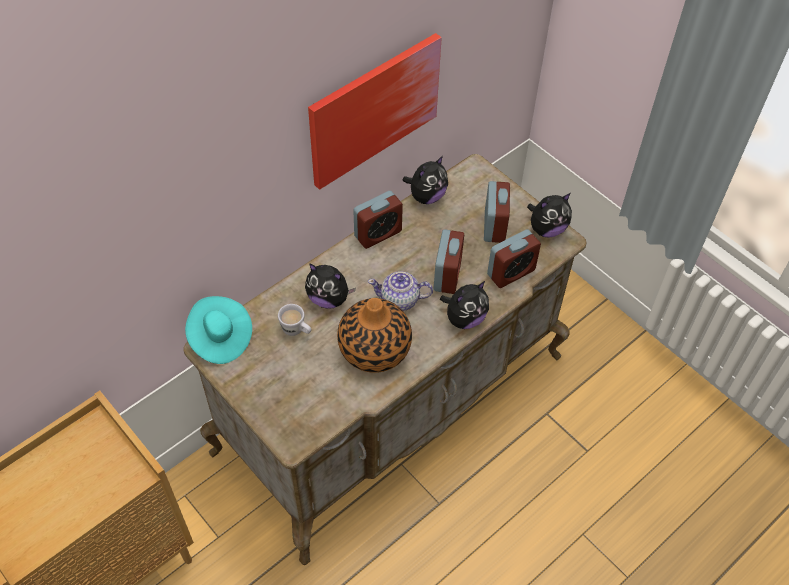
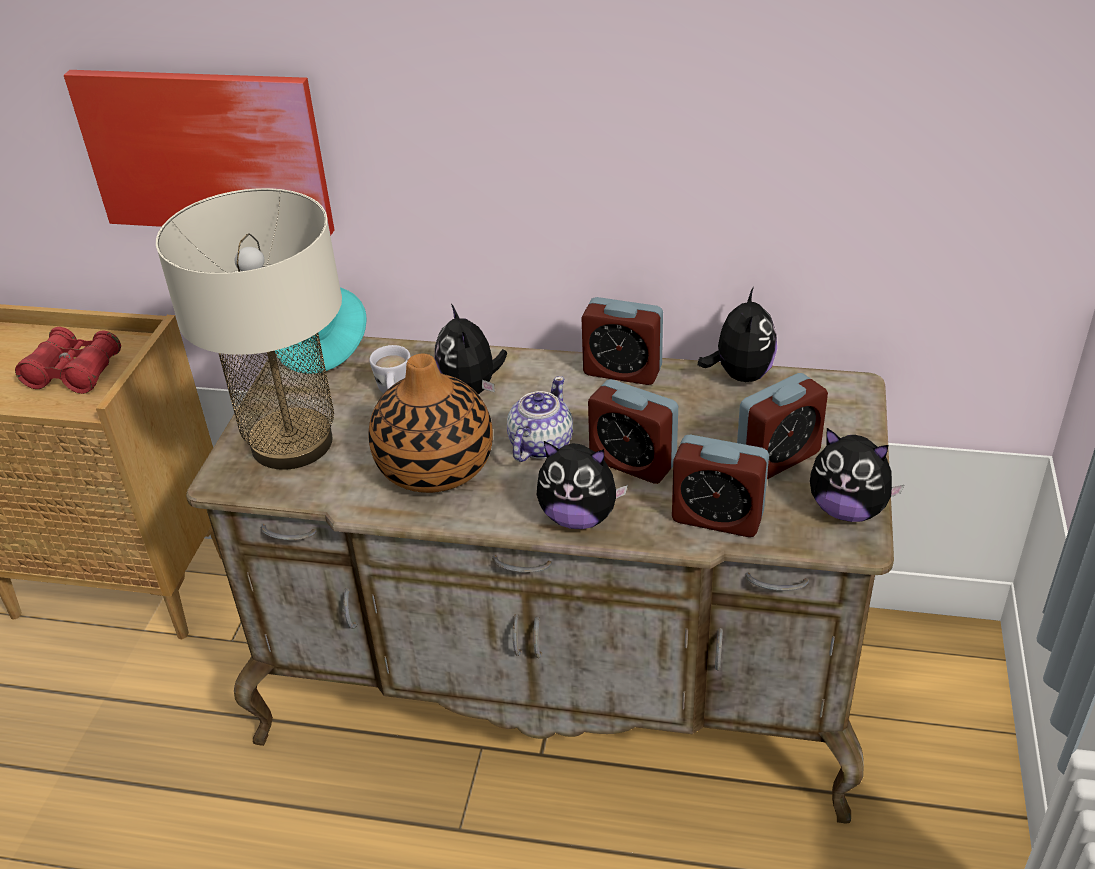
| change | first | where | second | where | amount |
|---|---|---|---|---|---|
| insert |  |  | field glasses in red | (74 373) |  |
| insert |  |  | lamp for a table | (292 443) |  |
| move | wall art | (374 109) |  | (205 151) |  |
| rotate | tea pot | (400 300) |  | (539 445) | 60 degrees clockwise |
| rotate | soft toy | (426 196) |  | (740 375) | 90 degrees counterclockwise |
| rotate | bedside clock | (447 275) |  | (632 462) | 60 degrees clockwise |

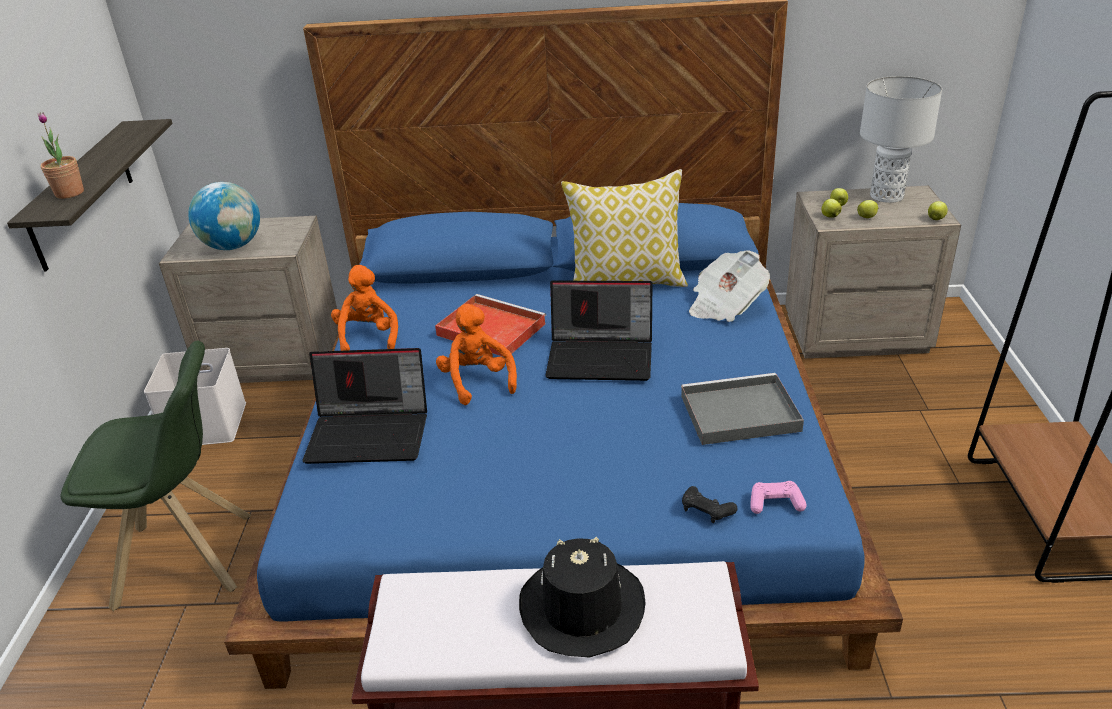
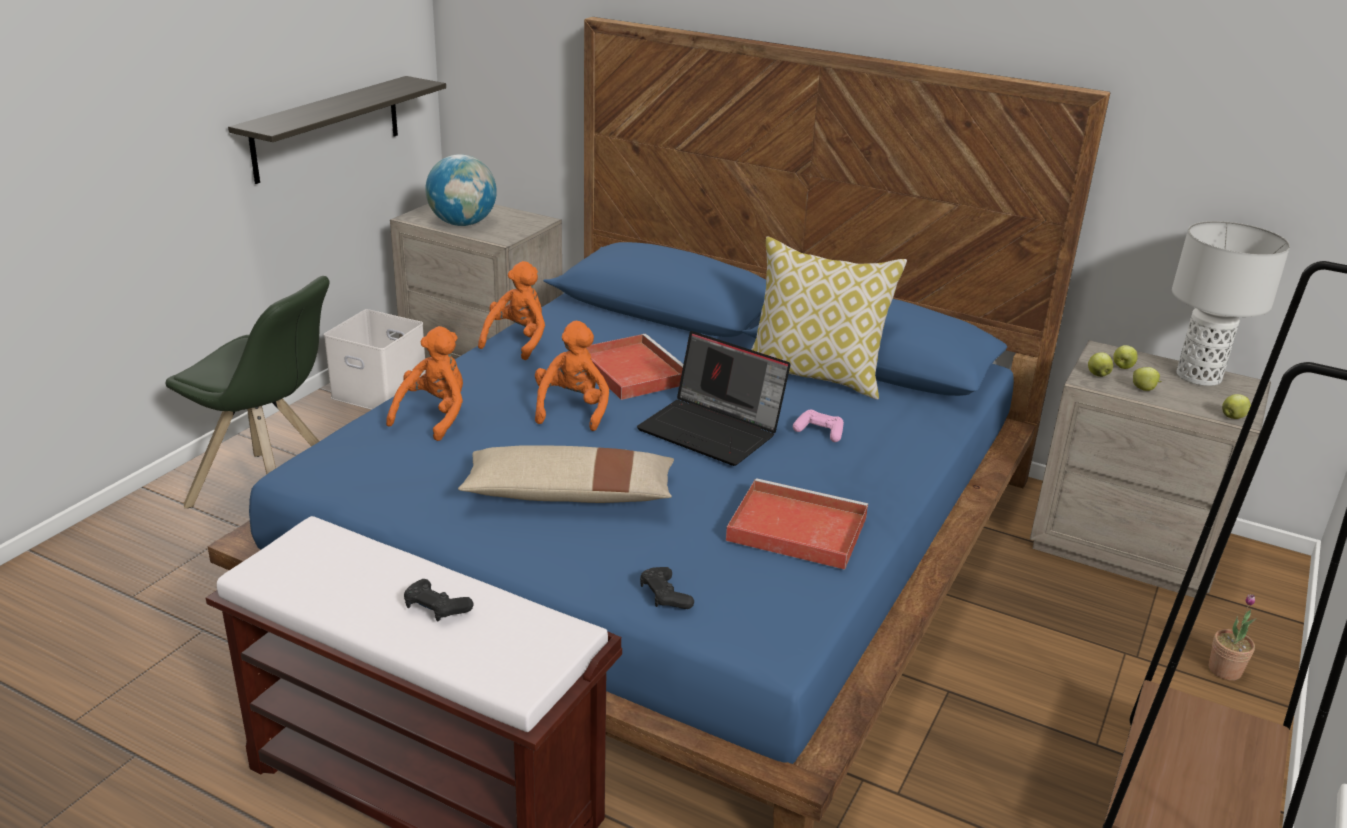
| change | first | where | second | where | amount |
|---|---|---|---|---|---|
| delete | newspaper | (725 305) |  |  |  |
| insert |  |  | pillow in beige | (569 495) |  |
| move | potted plant | (69 193) |  | (1224 670) |  |
| move | game controller in pinkish | (775 503) |  | (819 432) |  |
| replace | notebook computer | (371 433) | soft toy in orange-coloured | (434 416) |  |
| replace | clothing hat in blackish | (581 609) | game controller in blackish | (436 608) |  |
| recolor | serving tray in grey | (737 414) | serving tray in red | (794 528) |  |

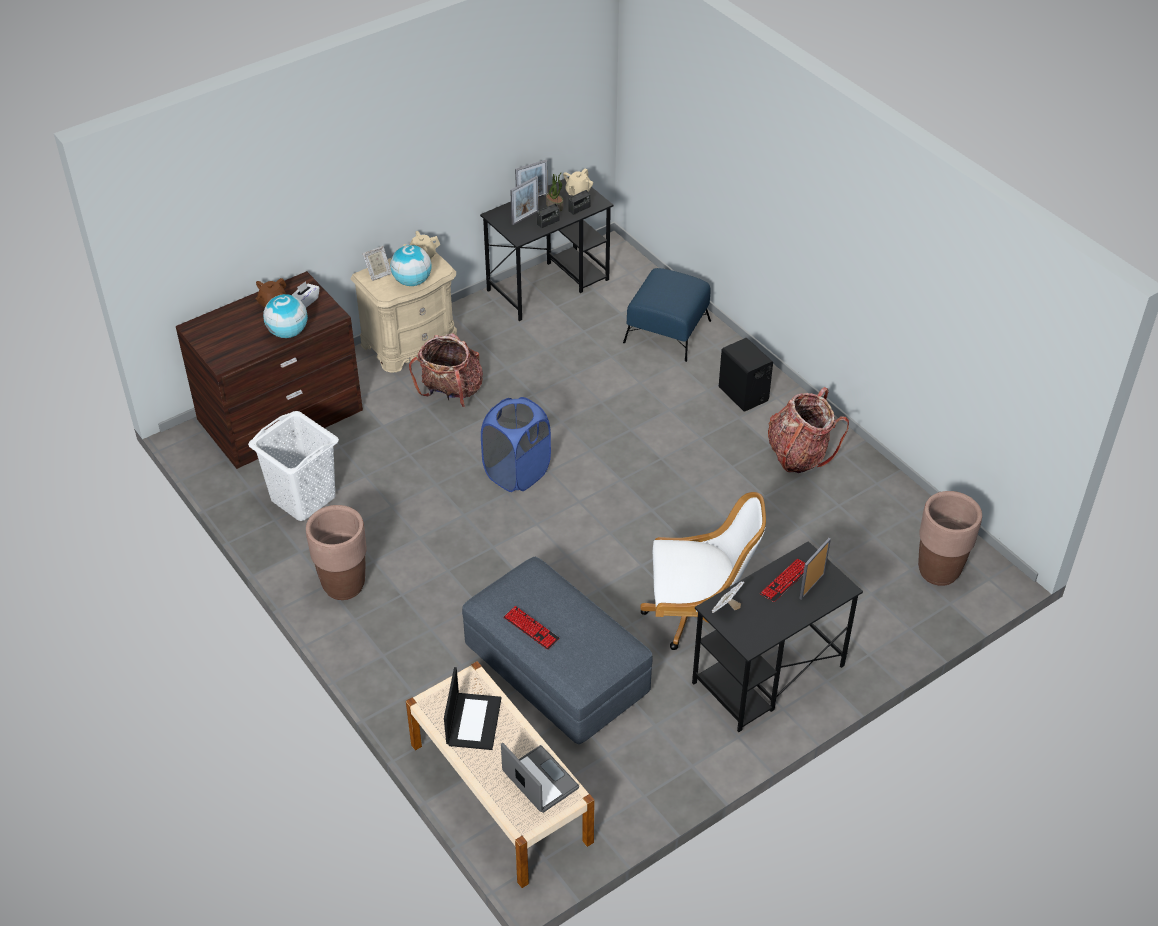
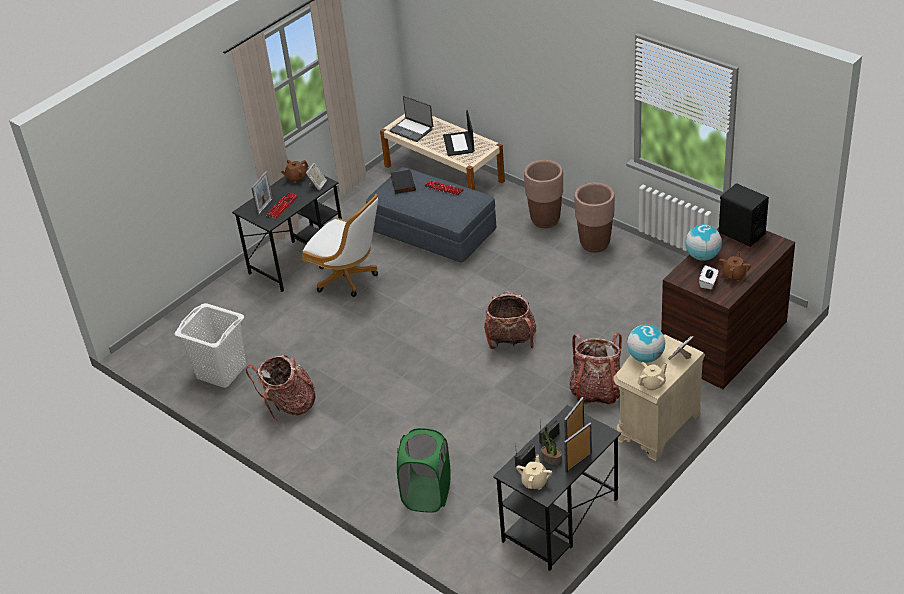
| change | first | where | second | where | amount |
|---|---|---|---|---|---|
| insert |  |  | tea pot in brownish | (296 178) |  |
| insert |  |  | bound book in blackish | (402 183) |  |
| move | hamper in white-coloured | (303 498) |  | (221 372) |  |
| move | loudspeaker in blackish | (743 394) |  | (741 233) |  |
| move | planter in brownish | (938 571) |  | (545 220) |  |
| replace | hamper in blue | (517 472) | backpack | (511 340) |  |
| replace | pouffe in blue | (666 332) | hamper in greenish | (427 495) |  |
| rotate | desk chair in white-coloured | (696 615) |  | (350 280) | 135 degrees counterclockwise |

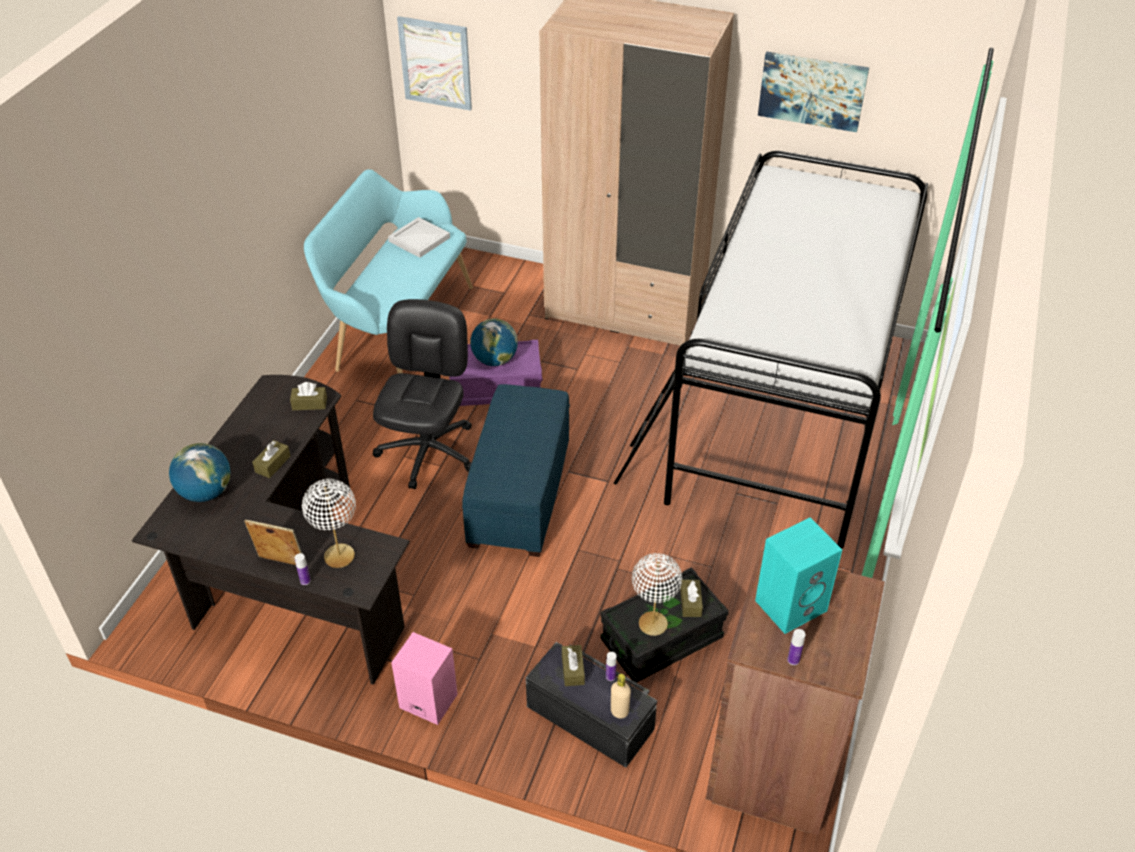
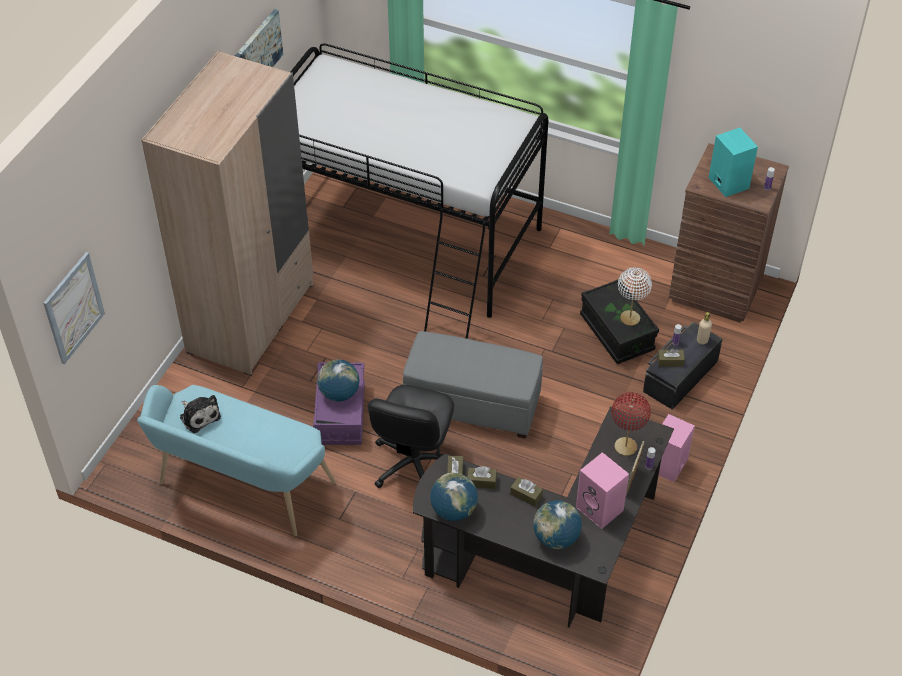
| change | first | where | second | where | amount |
|---|---|---|---|---|---|
| insert |  |  | globe | (453 510) |  |
| insert |  |  | loudspeaker in pinkish | (601 509) |  |
| move | box of tissues in brownish | (690 602) |  | (481 481) |  |
| replace | serving tray in white-coloured | (420 239) | soft toy | (199 416) |  |
| recolor | lamp for a table in white-coloured | (339 556) | lamp for a table in red | (625 447) |  |
| recolor | pouffe in blue | (519 495) | pouffe in grey | (472 404) |  |
| rotate | desk chair in blackish | (428 451) |  | (414 464) | 90 degrees counterclockwise |

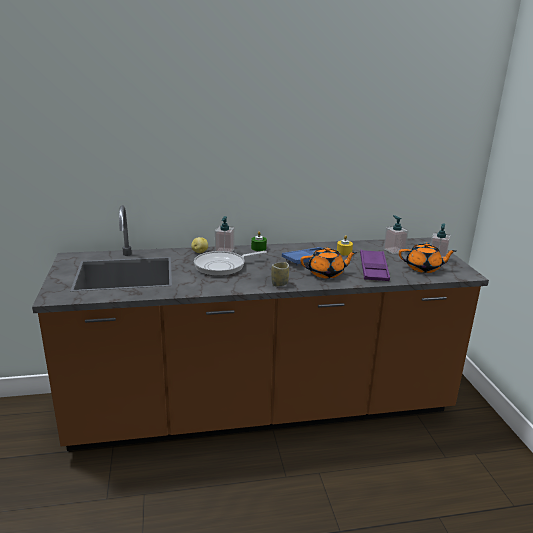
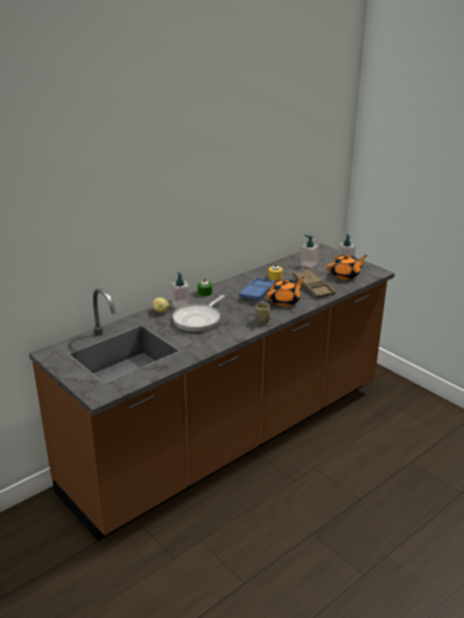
| change | first | where | second | where | amount |
|---|---|---|---|---|---|
| recolor | serving tray in purple-coloured | (373 269) | serving tray in brownish | (313 287) |  |

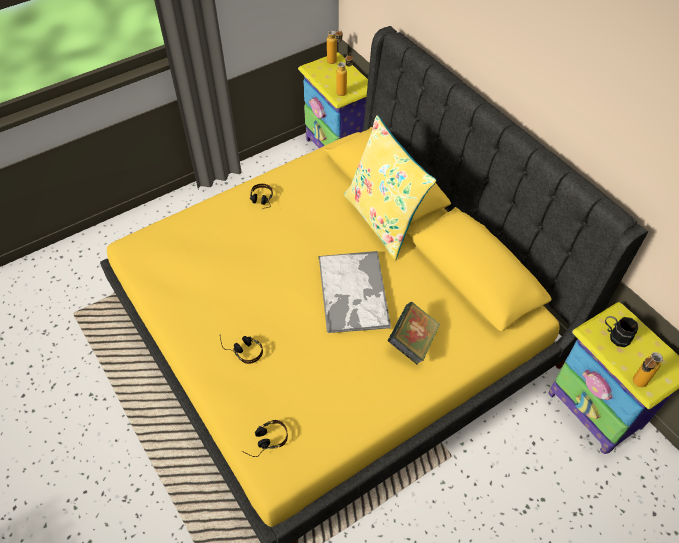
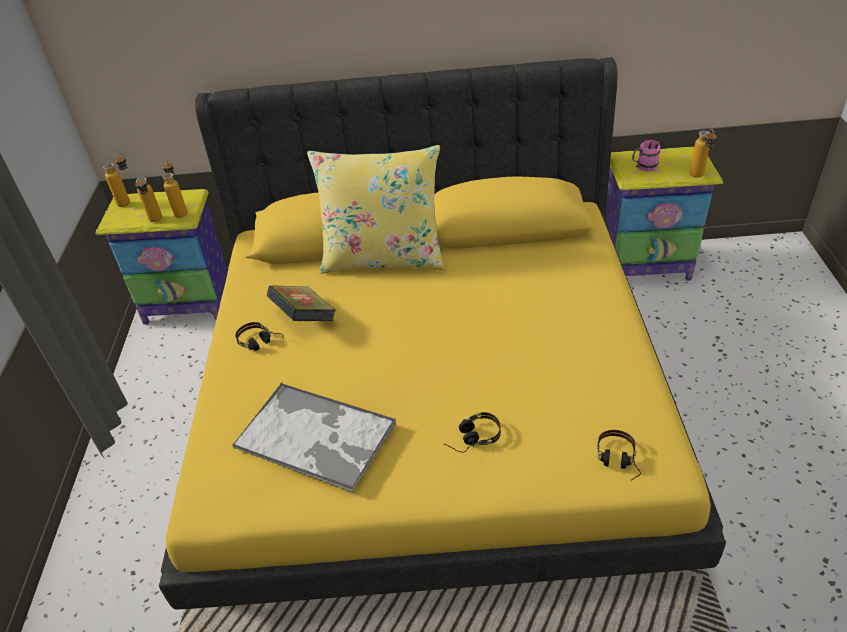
| change | first | where | second | where | amount |
|---|---|---|---|---|---|
| insert |  |  | beverage bottle | (156 221) |  |
| move | serving tray | (353 293) |  | (316 436) |  |
| move | bound book | (412 342) |  | (304 319) |  |
| recolor | tea mug in blackish | (615 336) | tea mug in pinkish | (643 167) |  |

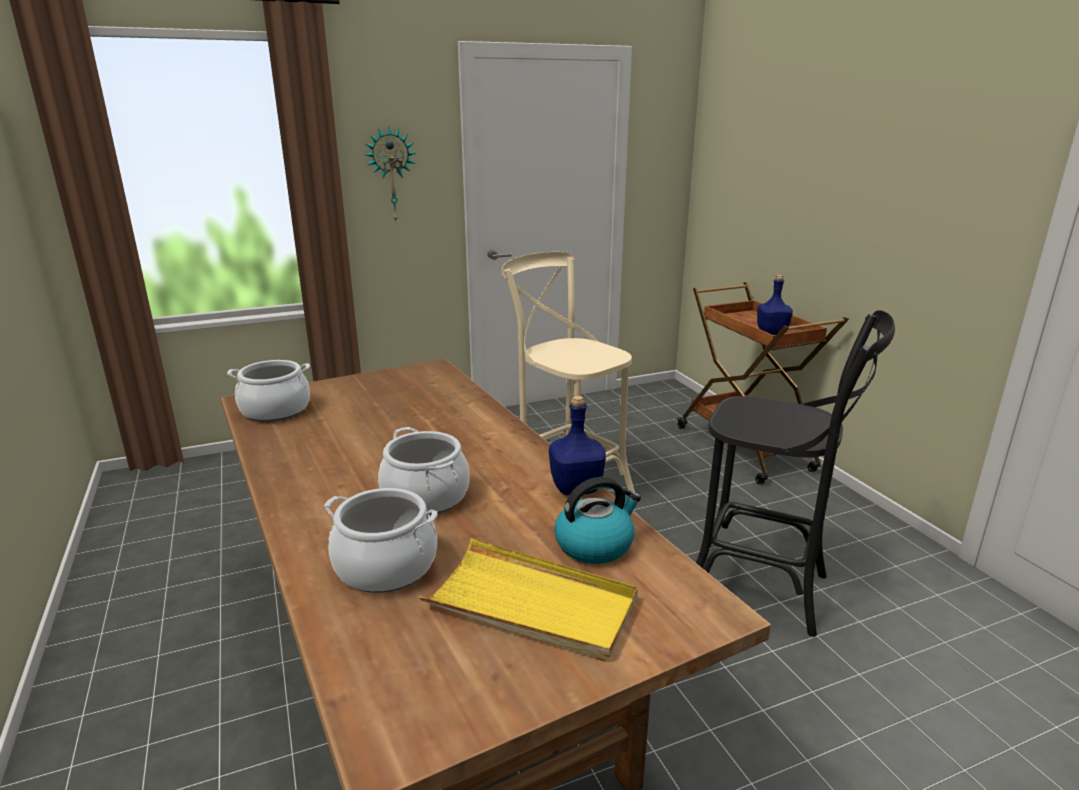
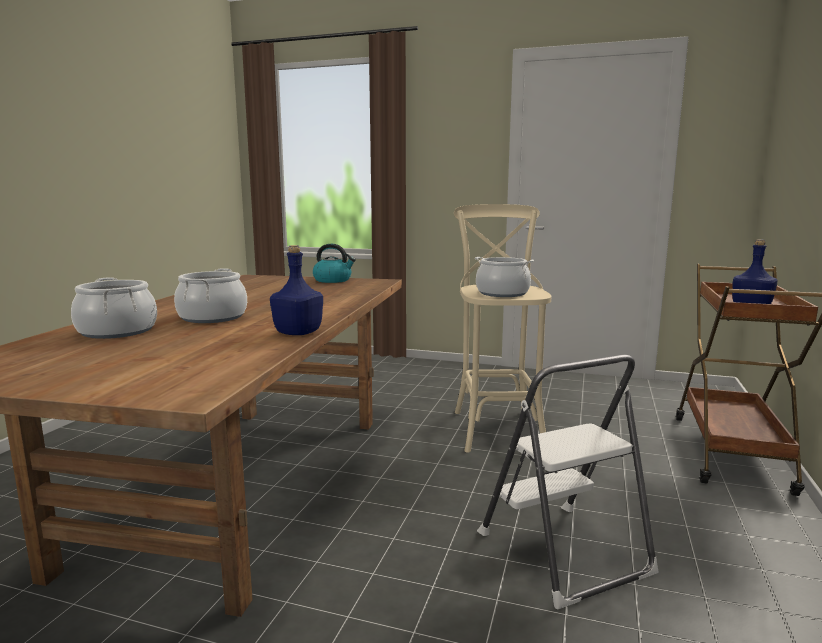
| change | first | where | second | where | amount |
|---|---|---|---|---|---|
| delete | clock on the wall | (391 175) |  |  |  |
| delete | serving tray in yellow-coloured | (532 604) |  |  |  |
| move | stockpot | (275 410) |  | (502 293) |  |
| move | kettle | (595 544) |  | (333 280) |  |
| replace | stool seat in blackish | (763 589) | step stool in white-coloured | (566 555) |  |

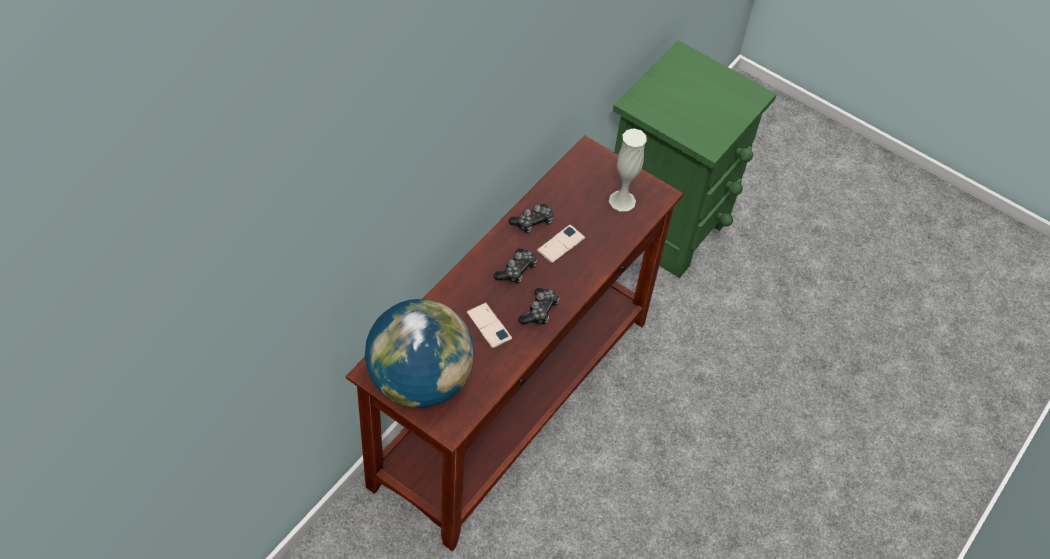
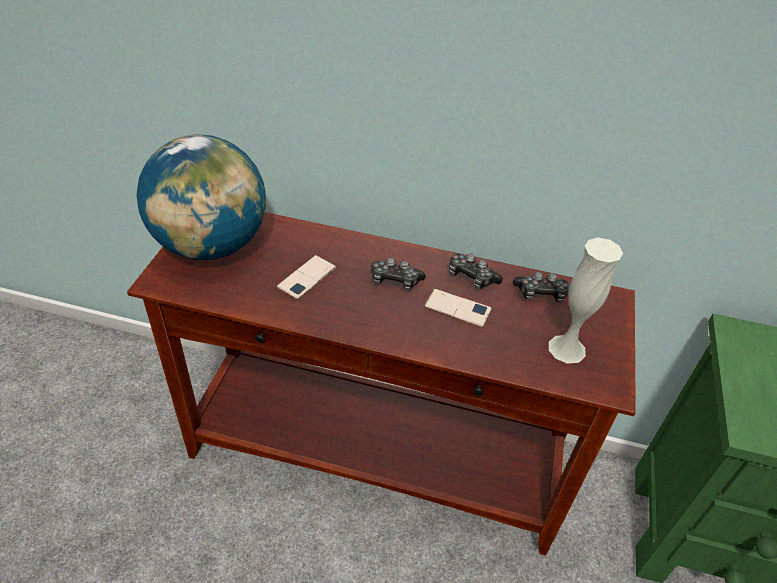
| change | first | where | second | where | amount |
|---|---|---|---|---|---|
| move | game controller | (539 311) |  | (541 294) |  |

